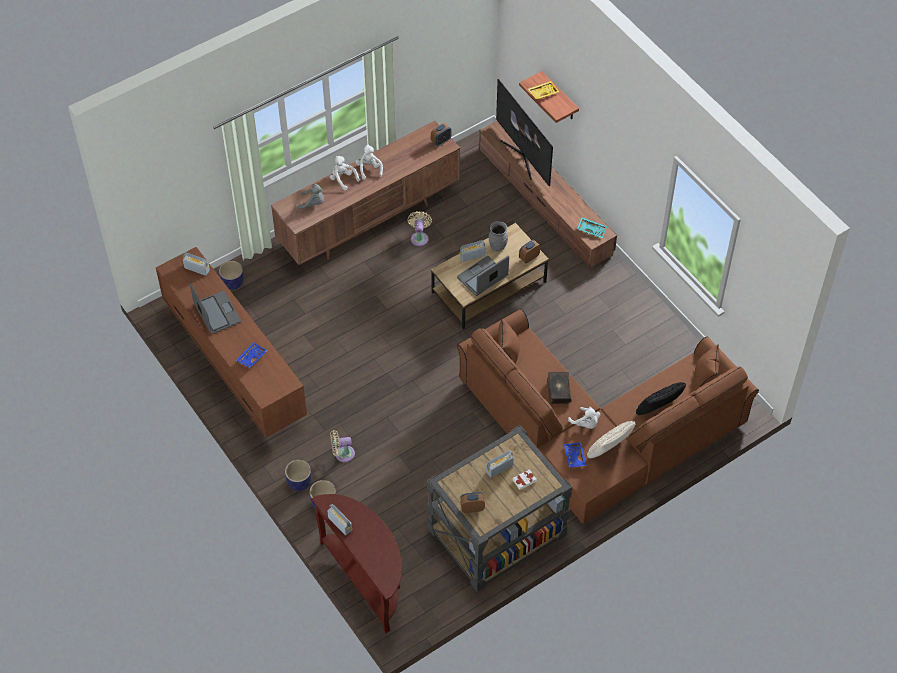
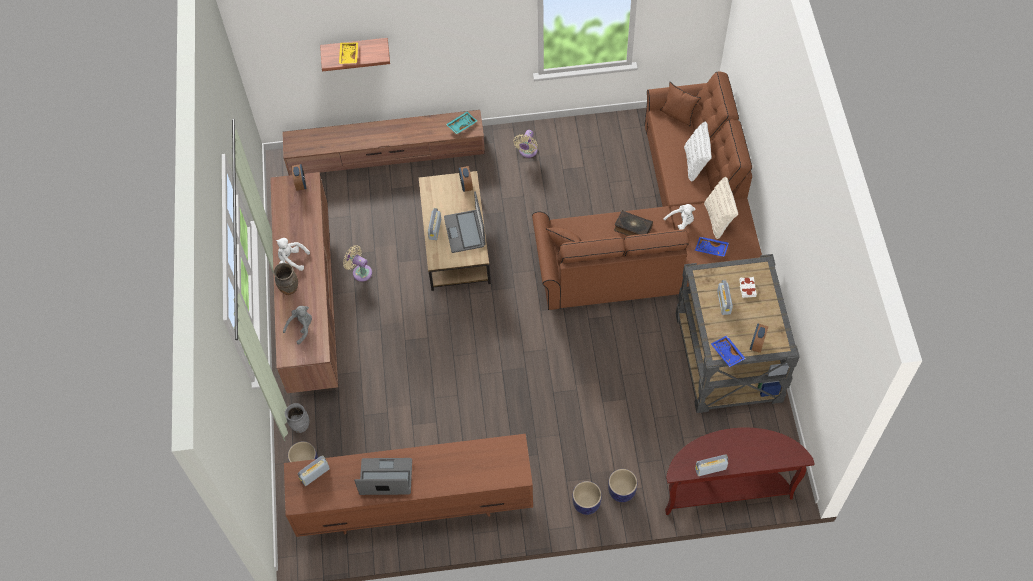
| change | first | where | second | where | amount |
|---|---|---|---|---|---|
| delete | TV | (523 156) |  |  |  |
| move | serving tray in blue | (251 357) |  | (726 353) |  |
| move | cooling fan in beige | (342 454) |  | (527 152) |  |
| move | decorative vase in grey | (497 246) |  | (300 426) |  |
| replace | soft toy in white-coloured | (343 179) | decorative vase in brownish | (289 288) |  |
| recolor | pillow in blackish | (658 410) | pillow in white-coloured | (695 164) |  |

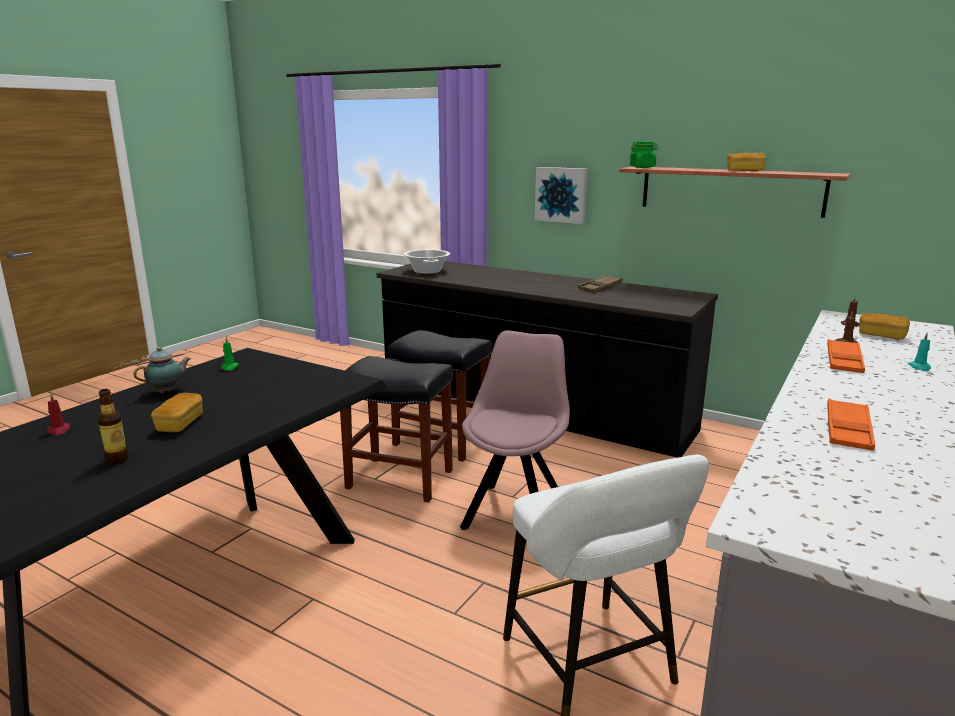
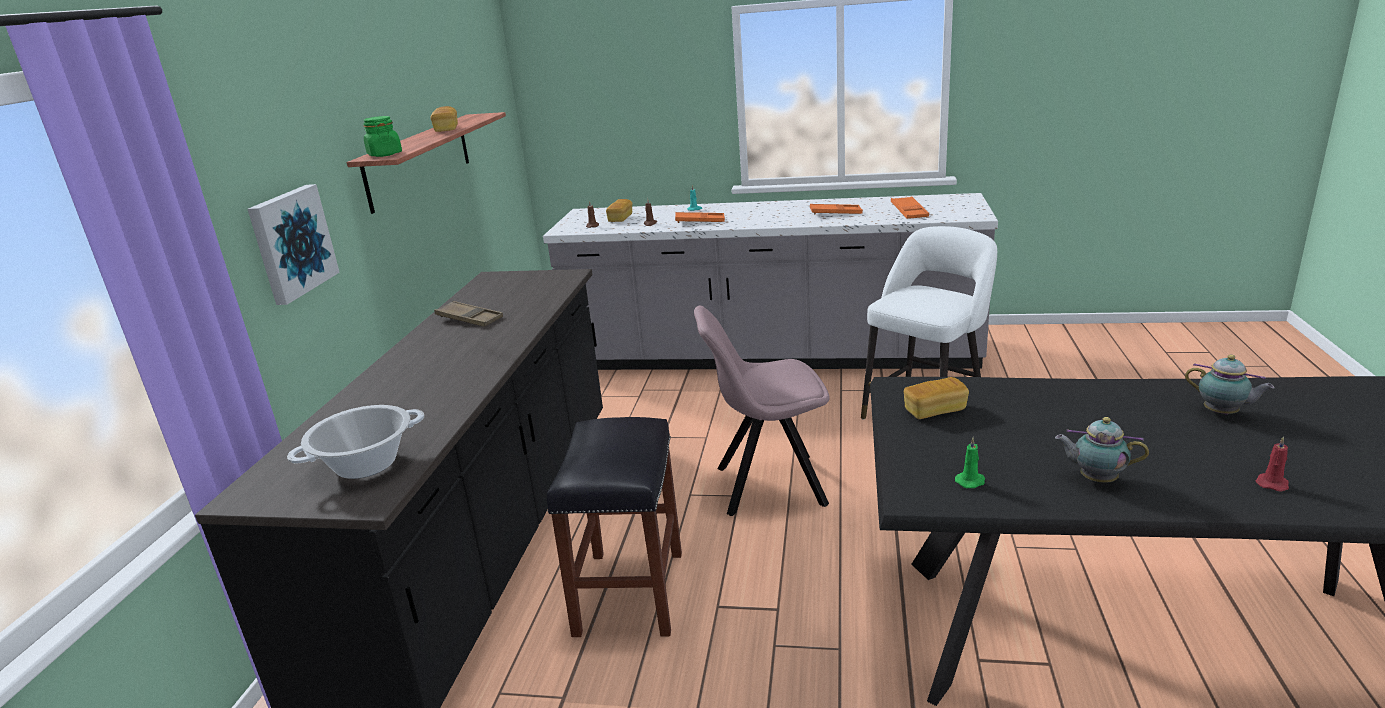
| change | first | where | second | where | amount |
|---|---|---|---|---|---|
| delete | stool seat in blackish | (401 479) |  |  |  |
| insert |  |  | serving tray in orange-coloured | (909 212) |  |
| move | bakery bread | (180 424) |  | (935 410) |  |
| replace | beverage bottle | (117 459) | tea pot | (1223 413) |  |

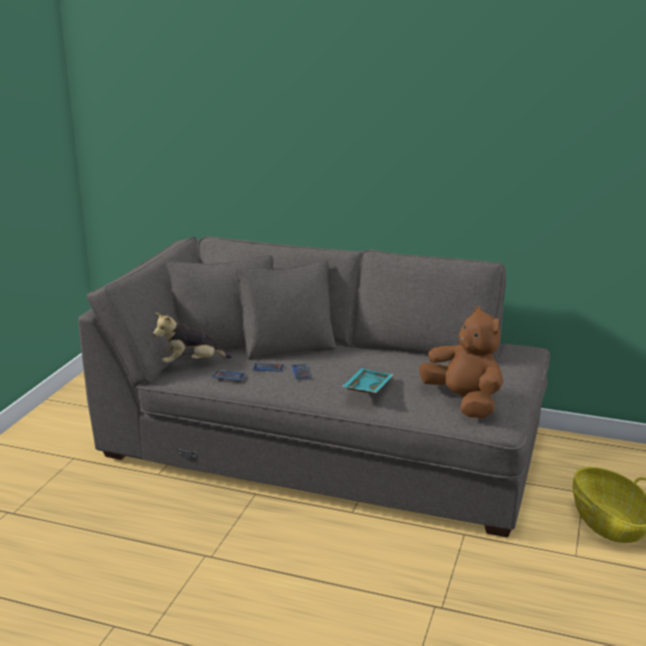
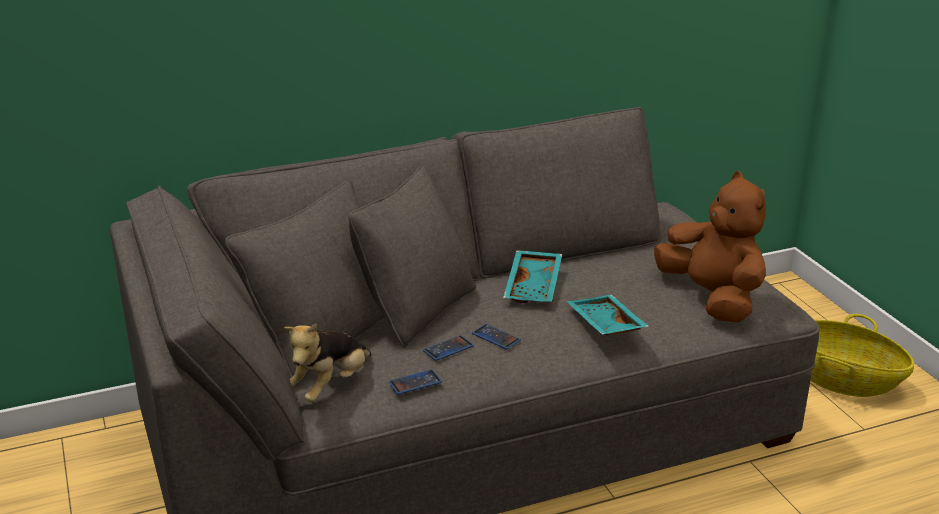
| change | first | where | second | where | amount |
|---|---|---|---|---|---|
| insert |  |  | serving tray in turquoise-coloured | (534 286) |  |
| rotate | soft toy in brownish | (464 402) |  | (712 298) | 45 degrees clockwise |

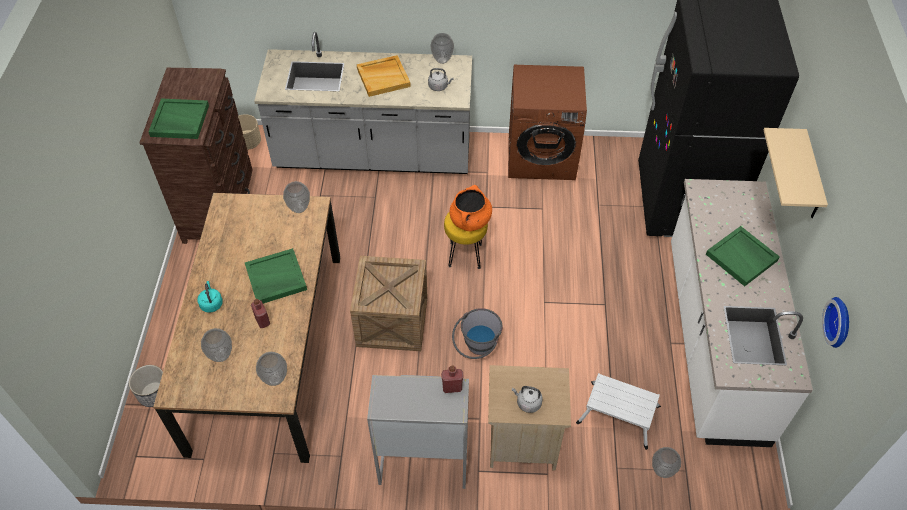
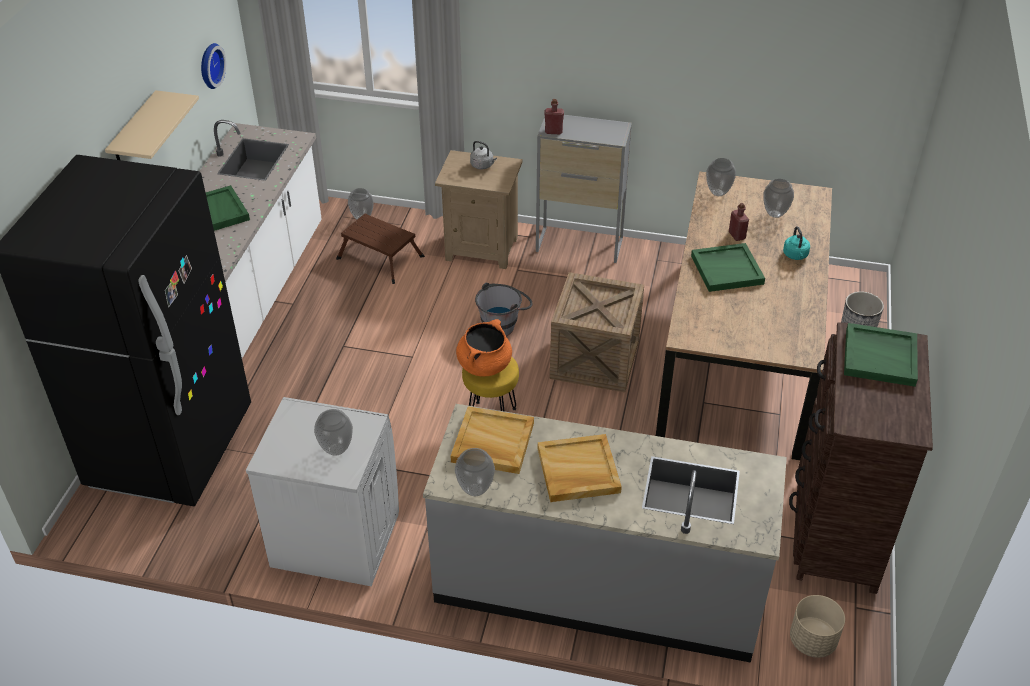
| change | first | where | second | where | amount |
|---|---|---|---|---|---|
| move | decorative vase | (299 209) |  | (336 449) |  |
| replace | kettle in grey | (439 86) | serving tray in beige | (492 443) |  |
| recolor | washing machine in brownish | (541 159) | washing machine in white-coloured | (335 539) |  |
| recolor | step stool in white-coloured | (618 414) | step stool in brownish | (380 257) |  |

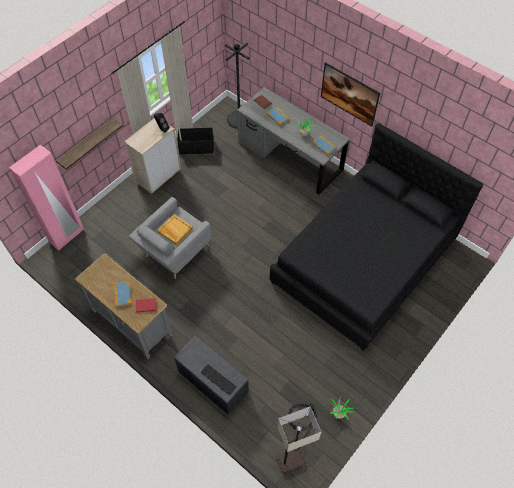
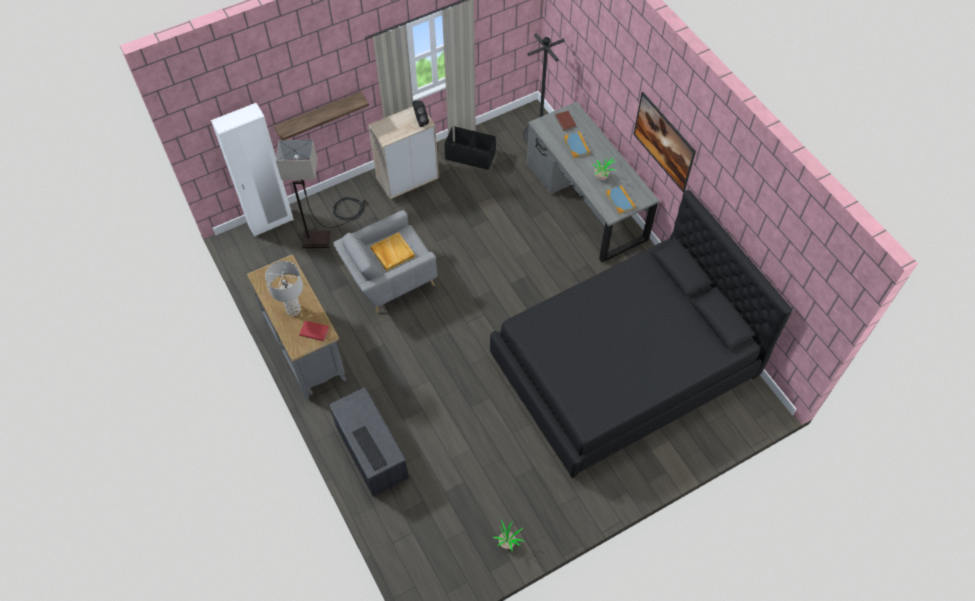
| change | first | where | second | where | amount |
|---|---|---|---|---|---|
| move | standing lamp | (297 437) |  | (334 223) |  |
| replace | bound book | (122 294) | lamp for a table in white-coloured | (293 309) |  |
| recolor | armoire in pinkish | (67 236) | armoire in white-coloured | (271 222) |  |

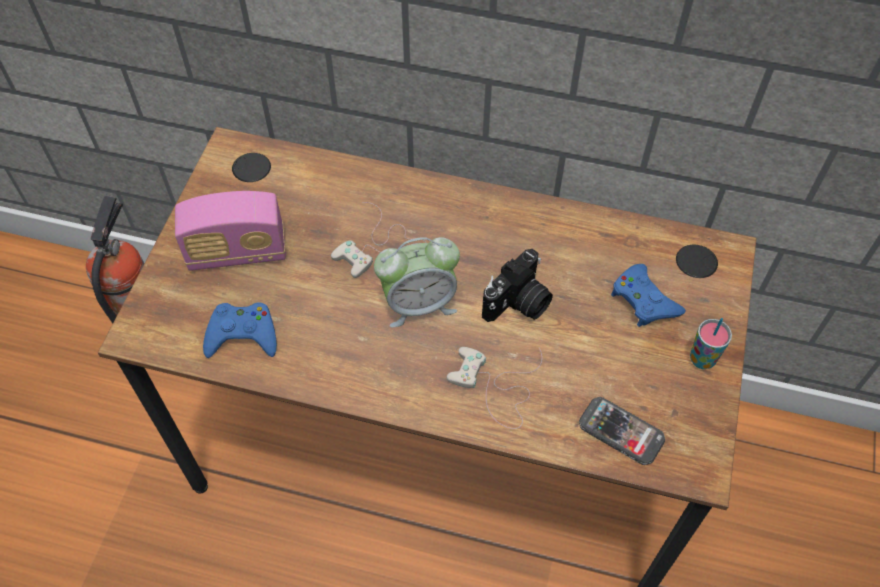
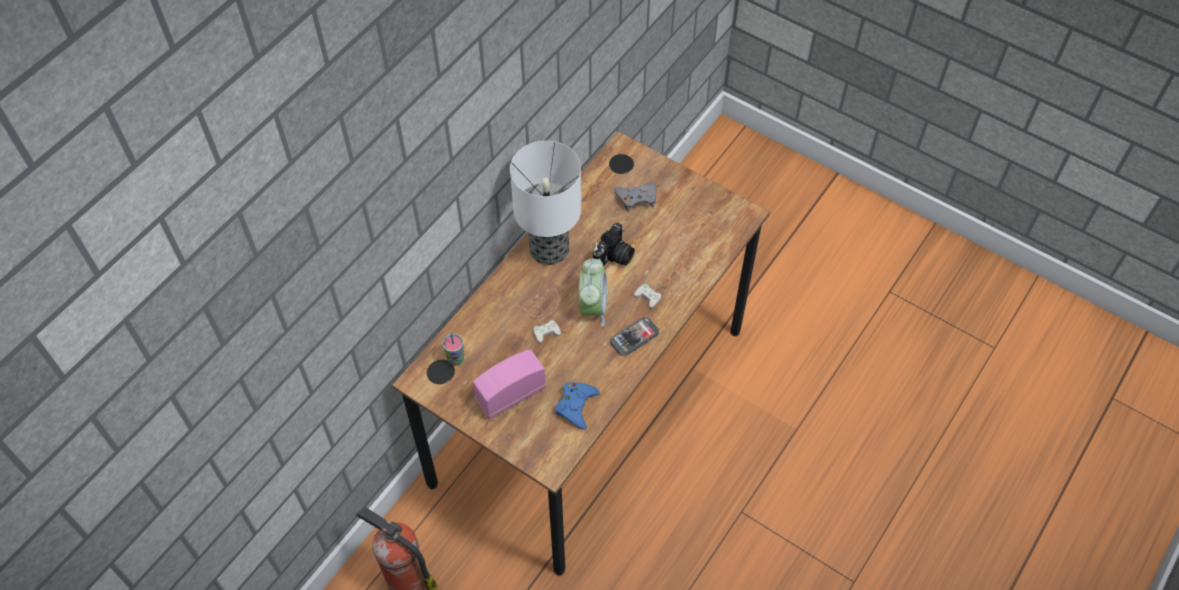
| change | first | where | second | where | amount |
|---|---|---|---|---|---|
| insert |  |  | lamp for a table | (549 250) |  |
| move | handset | (621 432) |  | (634 337) |  |
| move | drinking cup | (702 359) |  | (456 359) |  |
| recolor | game controller in blue | (644 300) | game controller in grey | (637 198) |  |
| rotate | radio | (237 252) |  | (511 395) | 135 degrees counterclockwise |
| rotate | photo camera | (518 303) |  | (614 257) | 60 degrees clockwise |

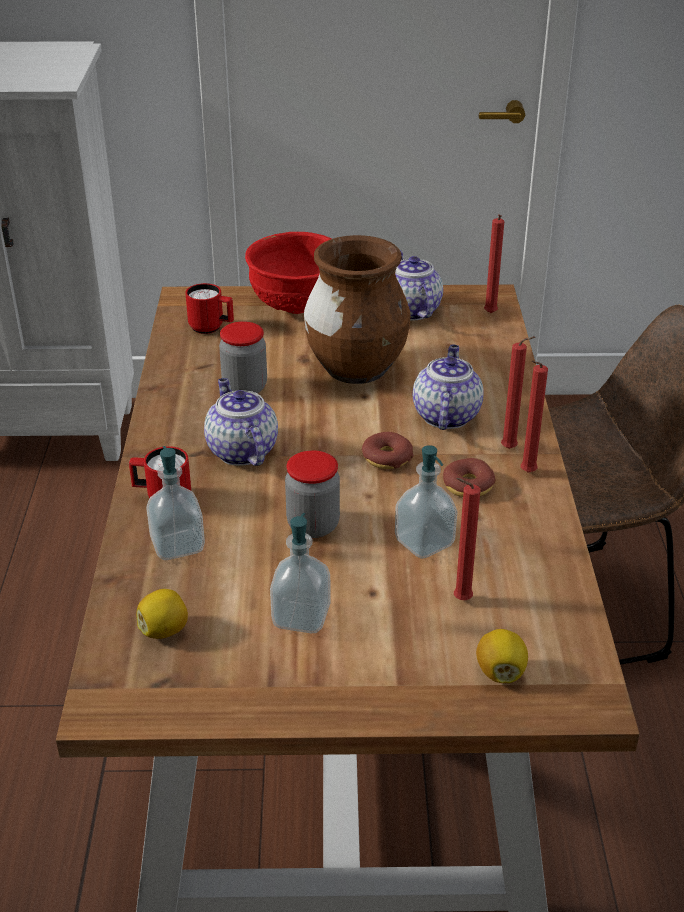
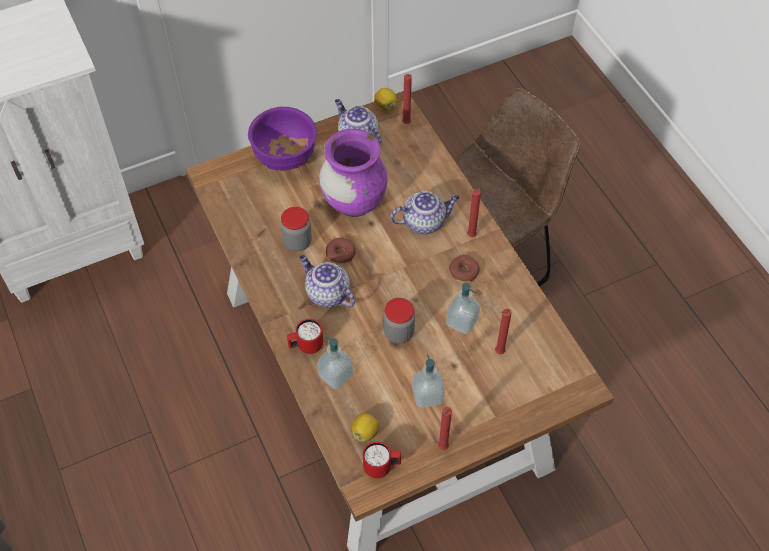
| change | first | where | second | where | amount |
|---|---|---|---|---|---|
| move | tea mug in red | (211 328) |  | (382 467) |  |
| move | doughnut | (386 458) |  | (340 254) |  |
| move | citrus fruit | (500 672) |  | (385 106) |  |
| move | wax light in red | (526 473) |  | (442 448) |  |
| recolor | deep dish in red | (296 307) | deep dish in purple-coloured | (285 158) |  |
| recolor | decorative vase in brownish | (356 369) | decorative vase in purple-coloured | (354 202) |  |
| rotate | tea pot | (445 415) |  | (424 222) | 90 degrees clockwise |

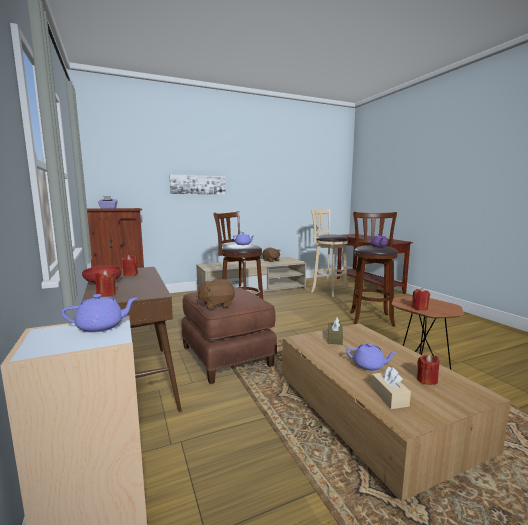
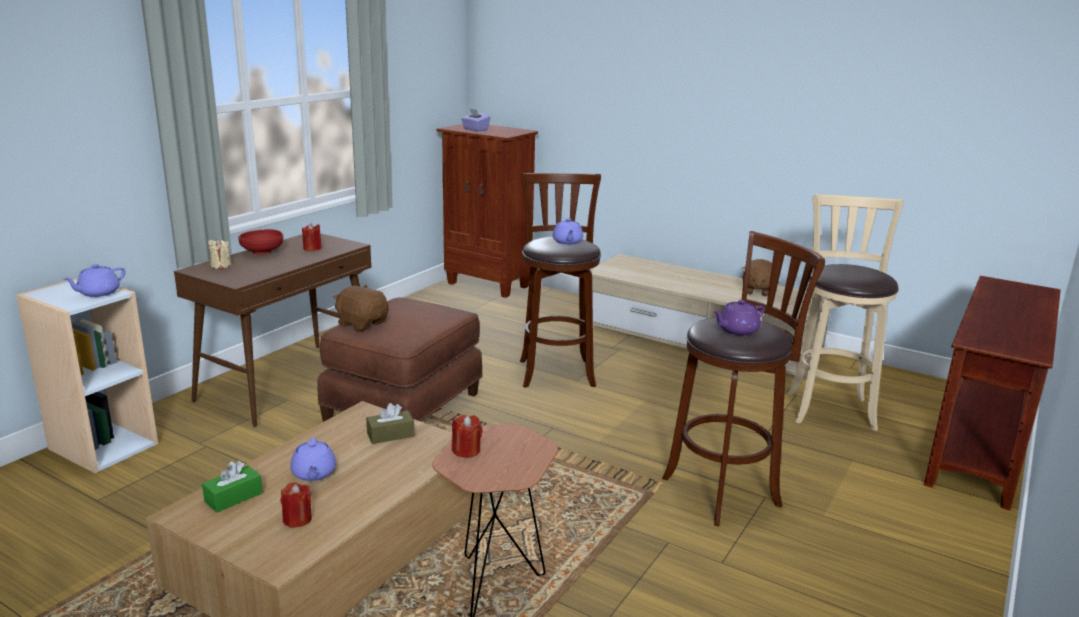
| change | first | where | second | where | amount |
|---|---|---|---|---|---|
| delete | wall art | (198 185) |  |  |  |
| recolor | wax light in red | (106 294) | wax light in beige | (221 265) |  |
| recolor | box of tissues in beige | (389 397) | box of tissues in greenish | (233 497) |  |
| rotate | tea pot in purple-coloured | (102 327) |  | (98 293) | 90 degrees clockwise |

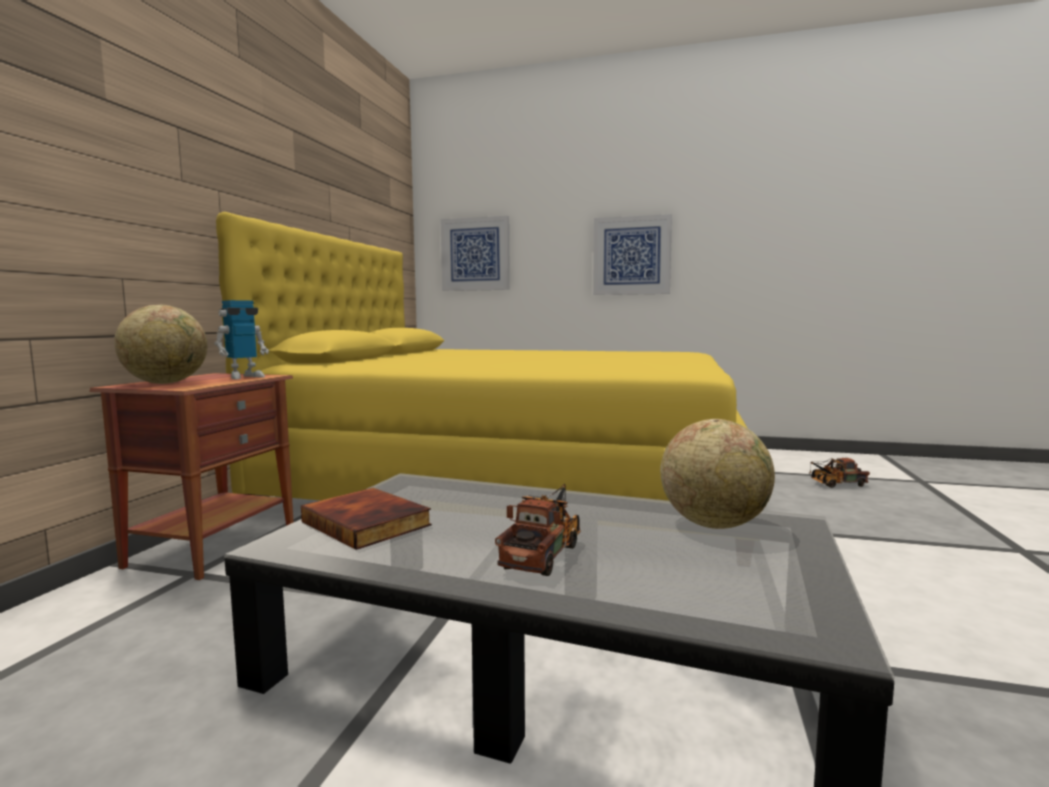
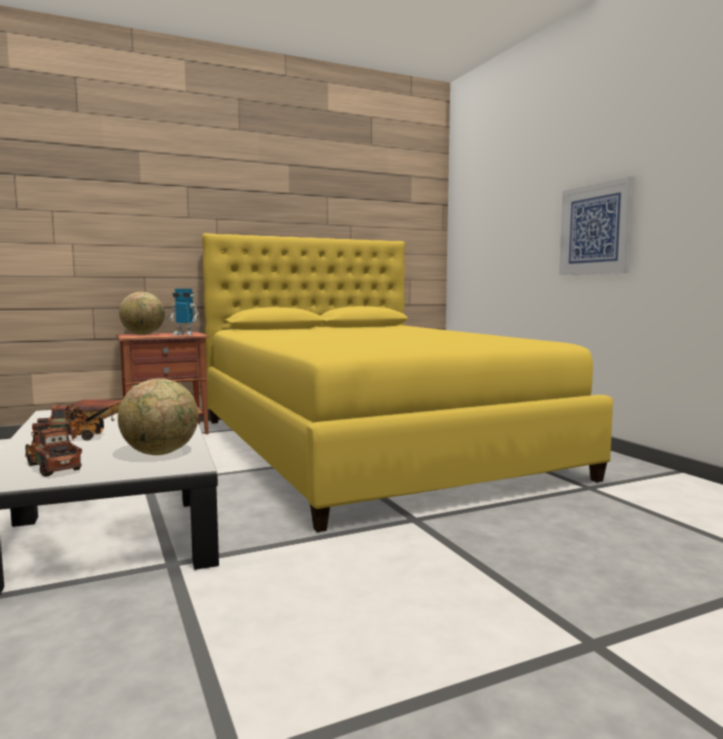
| change | first | where | second | where | amount |
|---|---|---|---|---|---|
| delete | wall art | (475 254) |  |  |  |
| move | toy lorry | (835 484) |  | (52 466) |  |

